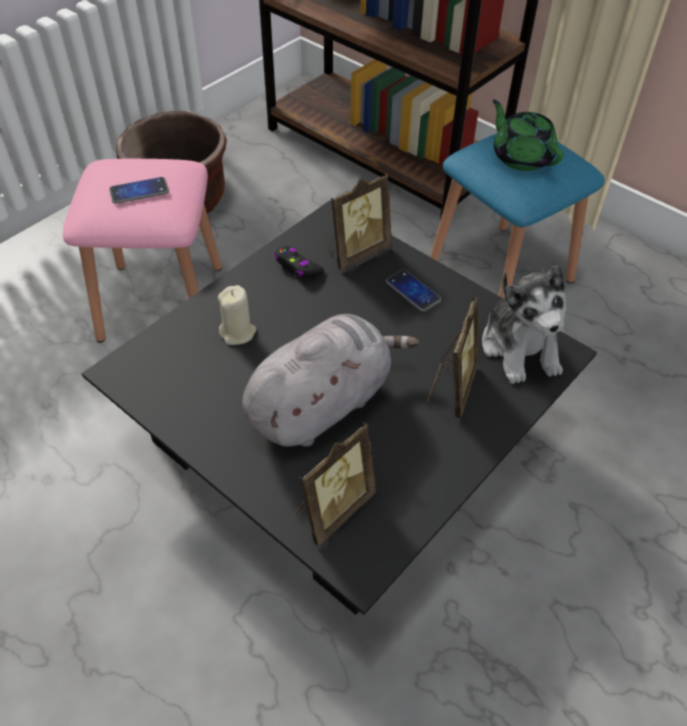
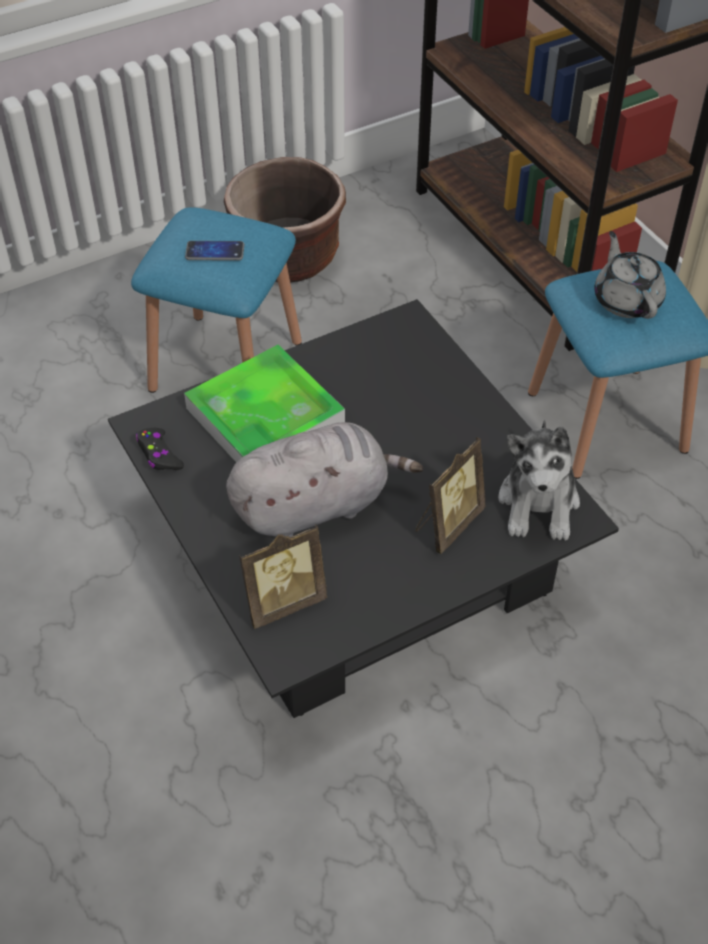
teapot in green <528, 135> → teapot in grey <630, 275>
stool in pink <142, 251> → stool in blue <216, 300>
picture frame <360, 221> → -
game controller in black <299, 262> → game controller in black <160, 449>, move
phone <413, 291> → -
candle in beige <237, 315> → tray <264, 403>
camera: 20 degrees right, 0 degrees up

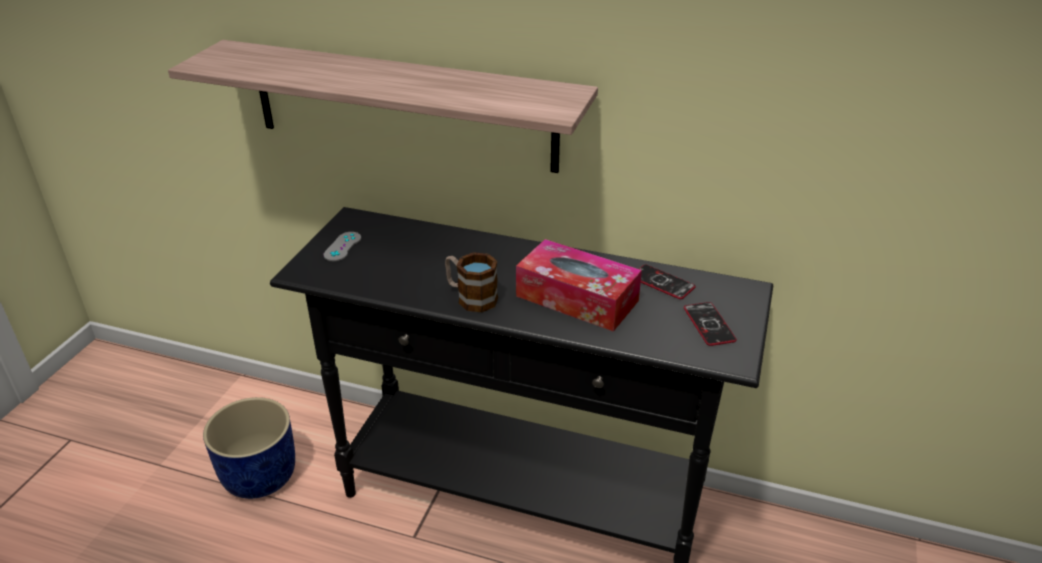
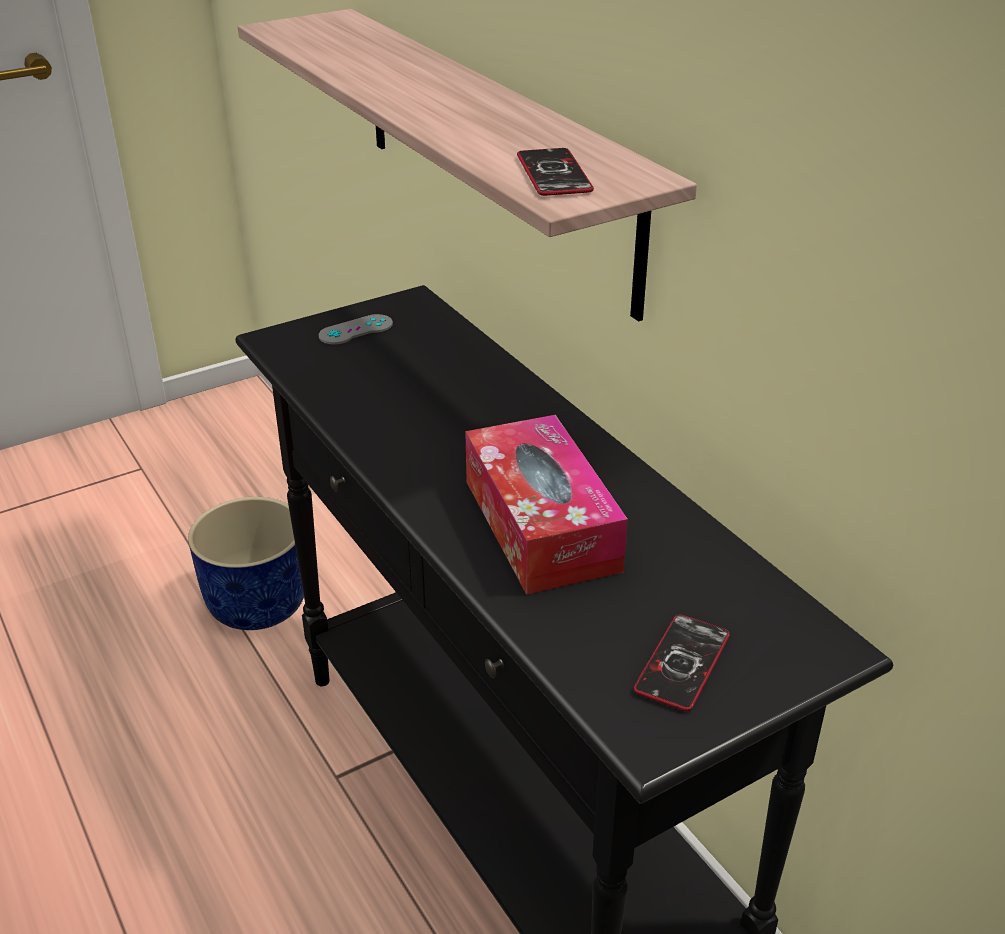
mug <471, 282> → -
phone <667, 282> → phone <555, 172>, move
camera: 40 degrees right, 0 degrees up

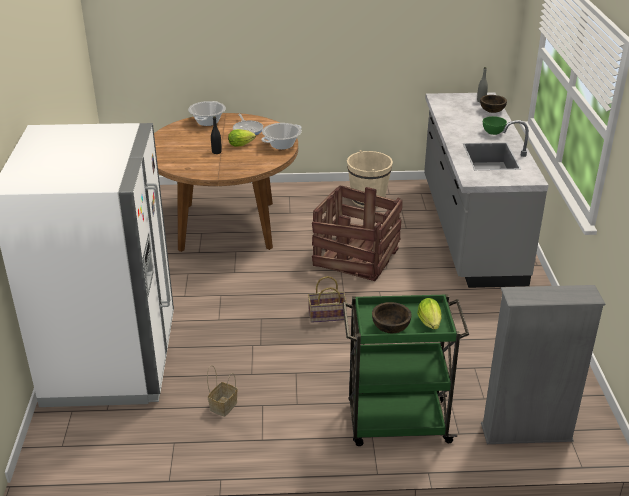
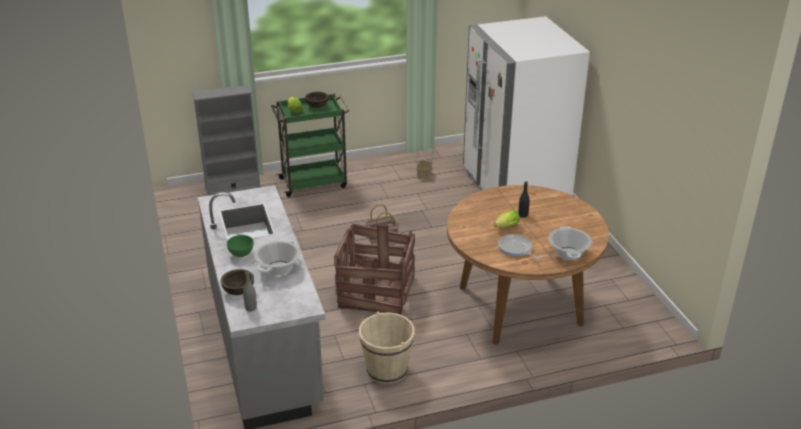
cooking pot <282, 136> → cooking pot <277, 257>, move
camera: 165 degrees right, 0 degrees up

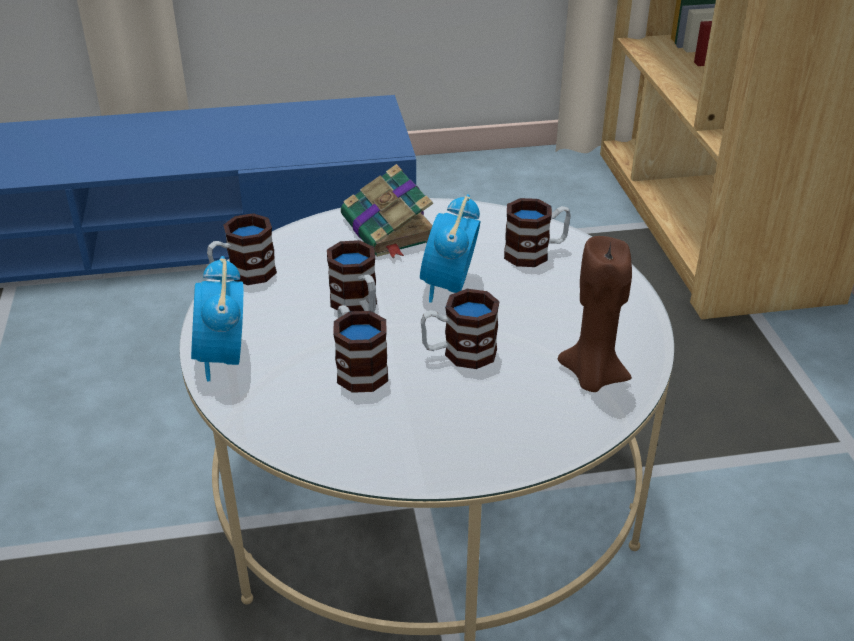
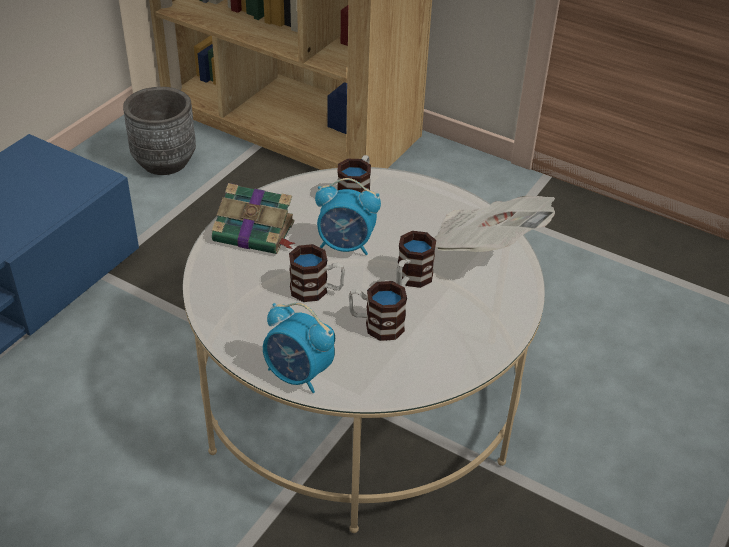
alarm clock <450, 248> → alarm clock <348, 216>, 45 degrees counterclockwise
mug <242, 249> → -
candle in brown <595, 314> → newspaper <494, 224>
- → planter in grey <159, 131>
camera: 50 degrees left, 5 degrees up

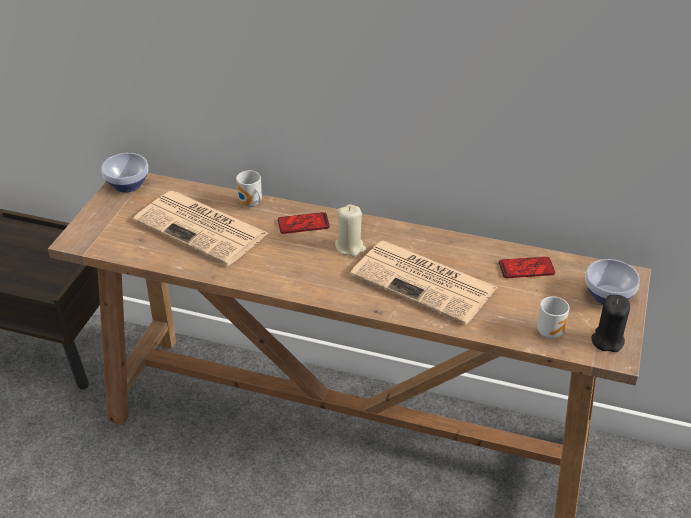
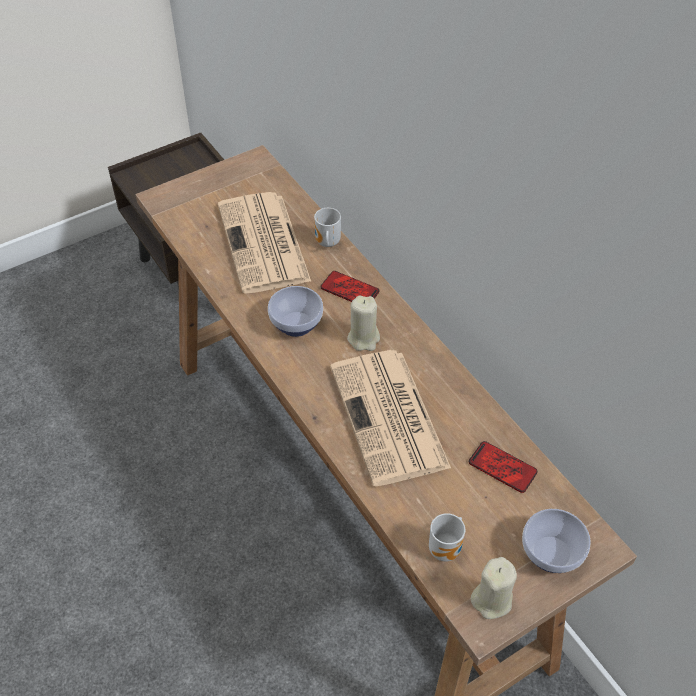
bowl <124, 173> → bowl <295, 311>, move
candle in black <611, 323> → candle in beige <494, 588>
camera: 40 degrees right, 10 degrees up

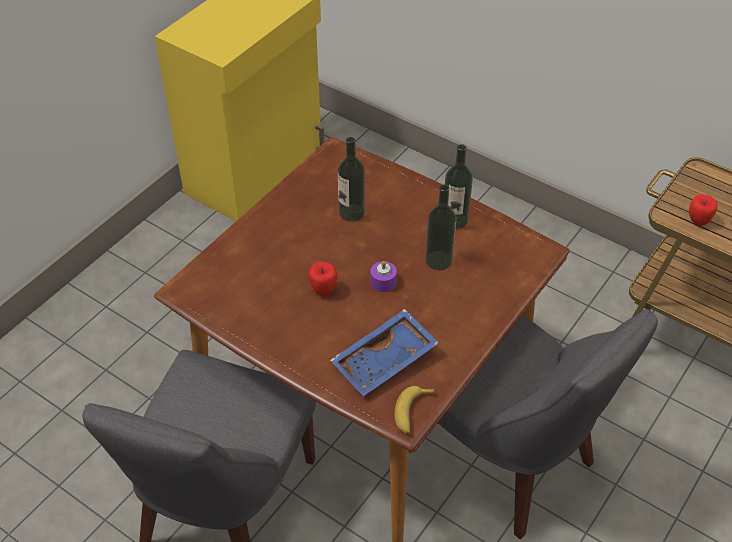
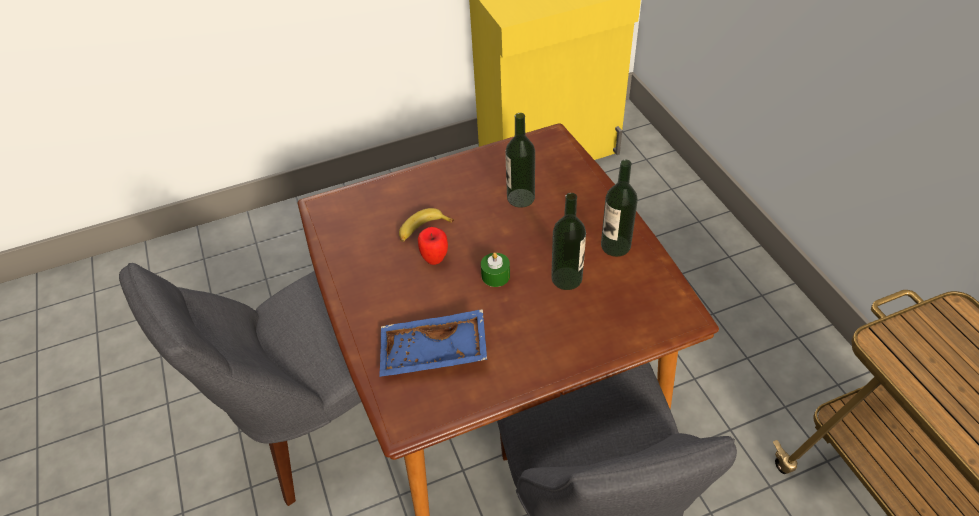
apple <703, 210> → -
candle in purple <384, 276> → candle in green <495, 269>
banana <415, 410> → banana <426, 225>, move
camera: 35 degrees right, 0 degrees up

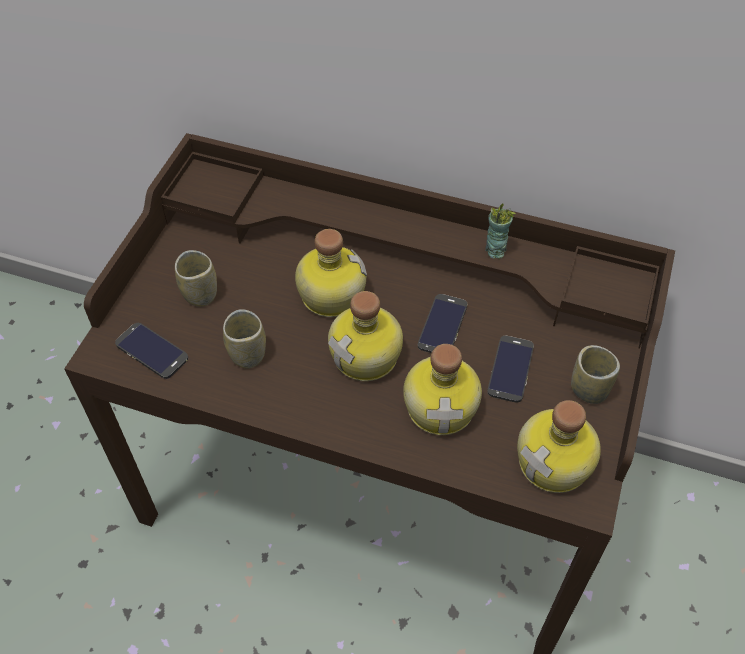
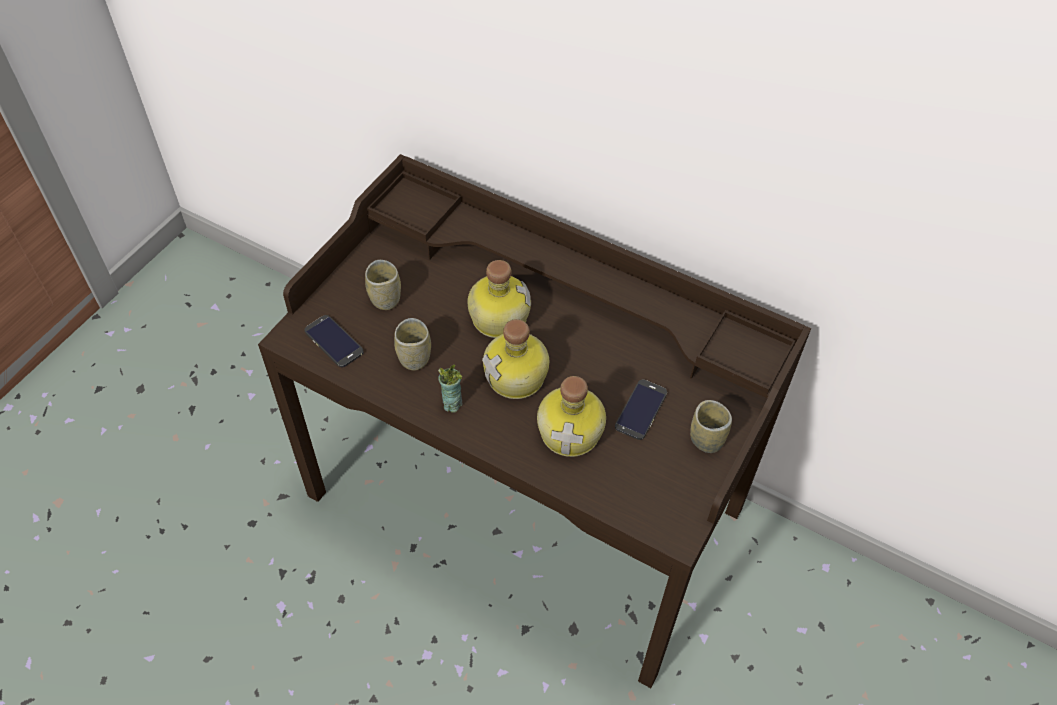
cup <500, 231> → cup <450, 388>, move
phone <442, 323> → -
bottle <559, 446> → -
camera: 10 degrees right, 0 degrees up

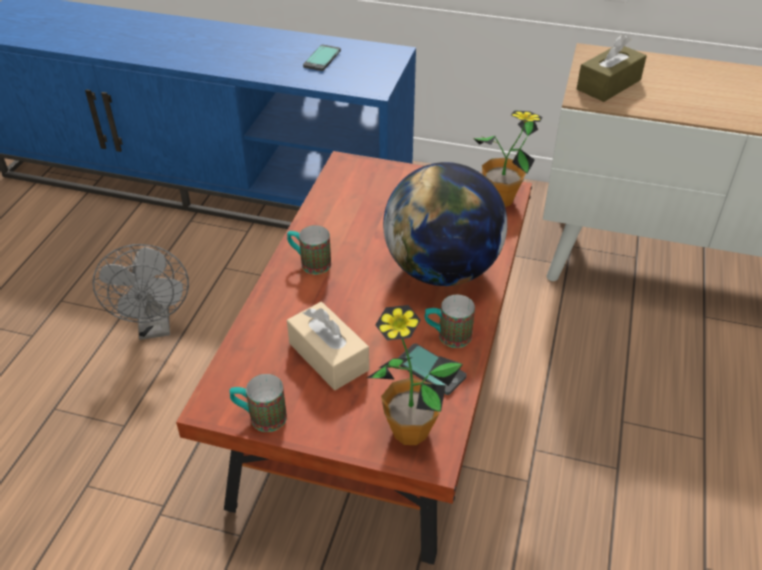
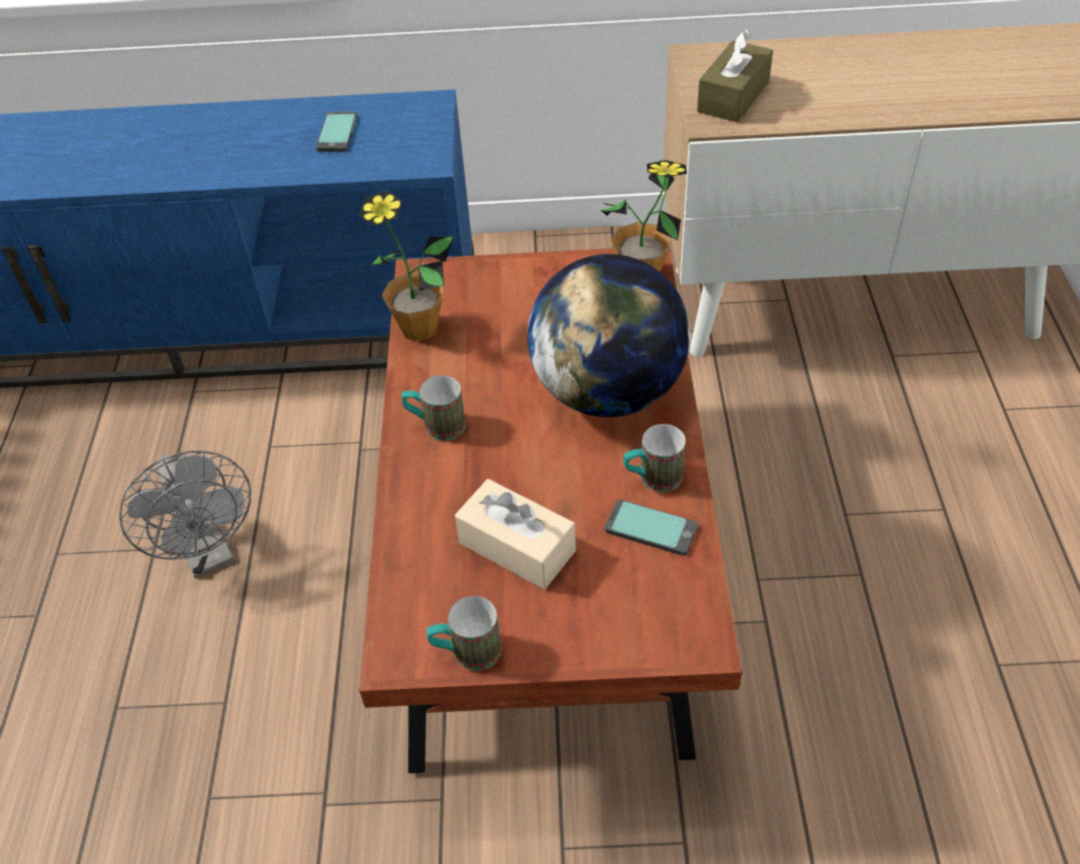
potted plant <415, 375> → potted plant <406, 265>, move
camera: 15 degrees left, 5 degrees up

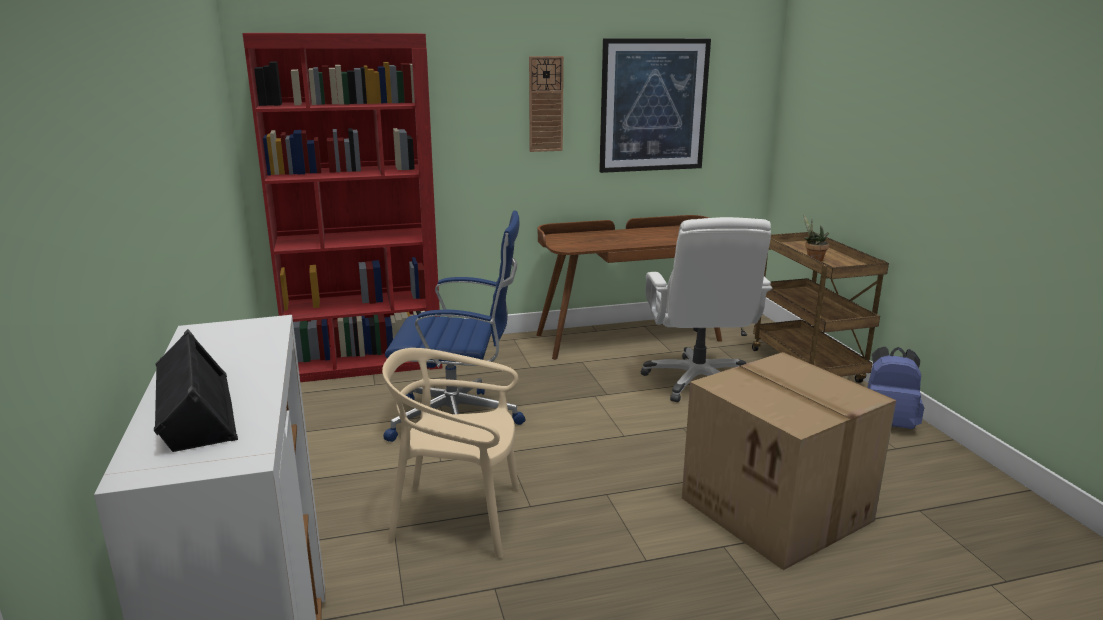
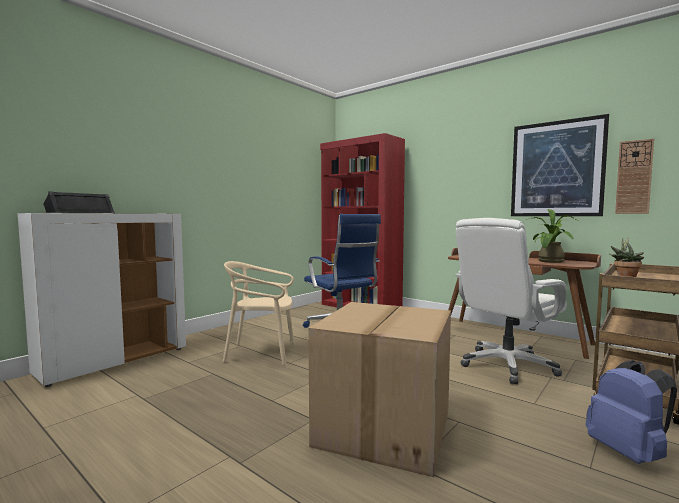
wall clock <546, 104> → wall clock <634, 176>, move
chair in beige <451, 453> → chair in beige <258, 313>, 60 degrees counterclockwise
- → potted plant <552, 236>
camera: 55 degrees right, 15 degrees down

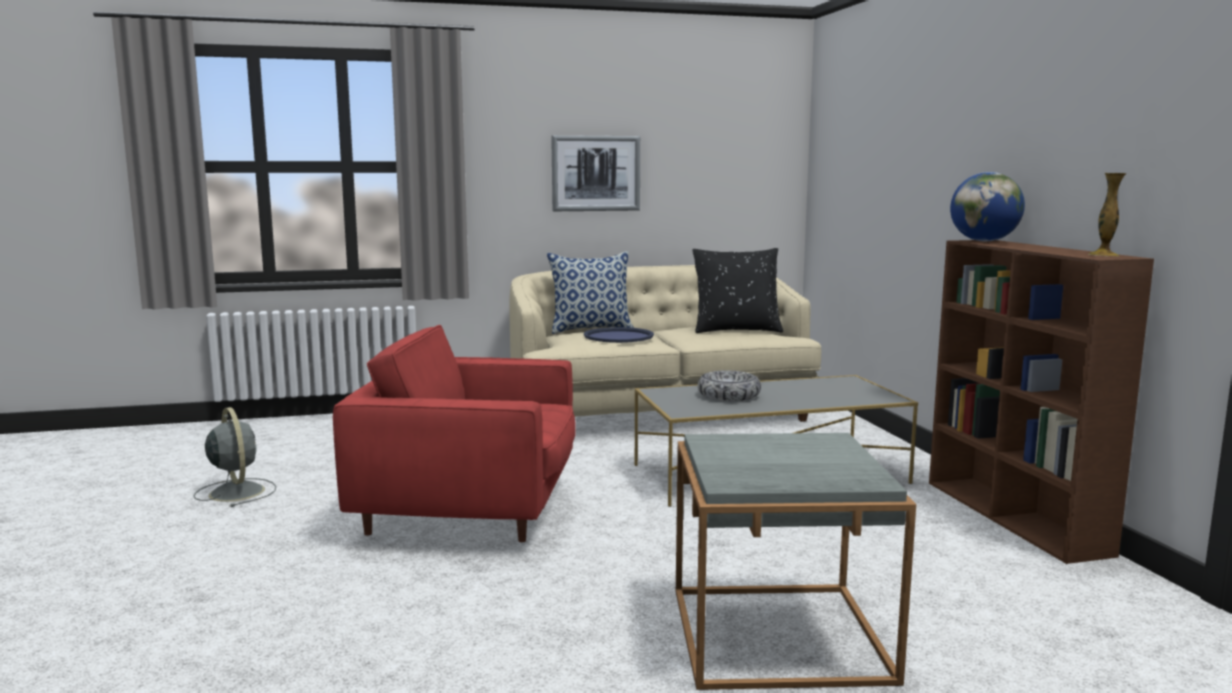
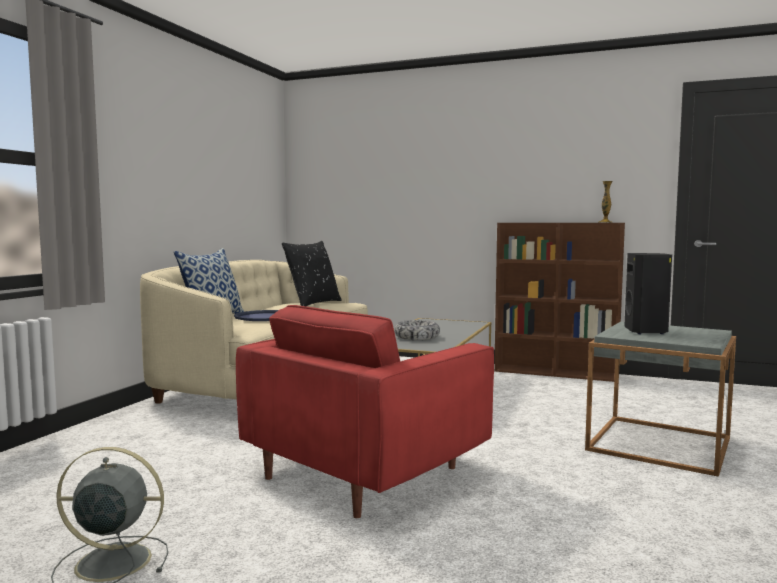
picture <595, 173> → -
globe <987, 206> → -
- → speaker in black <648, 293>
camera: 55 degrees left, 5 degrees down

